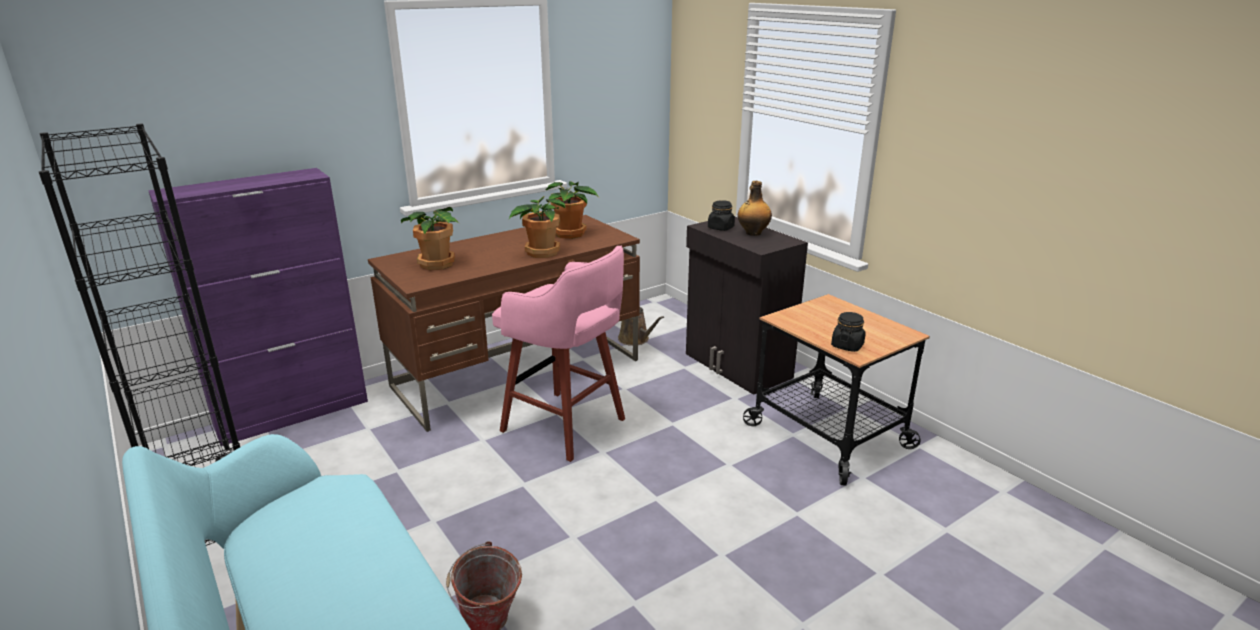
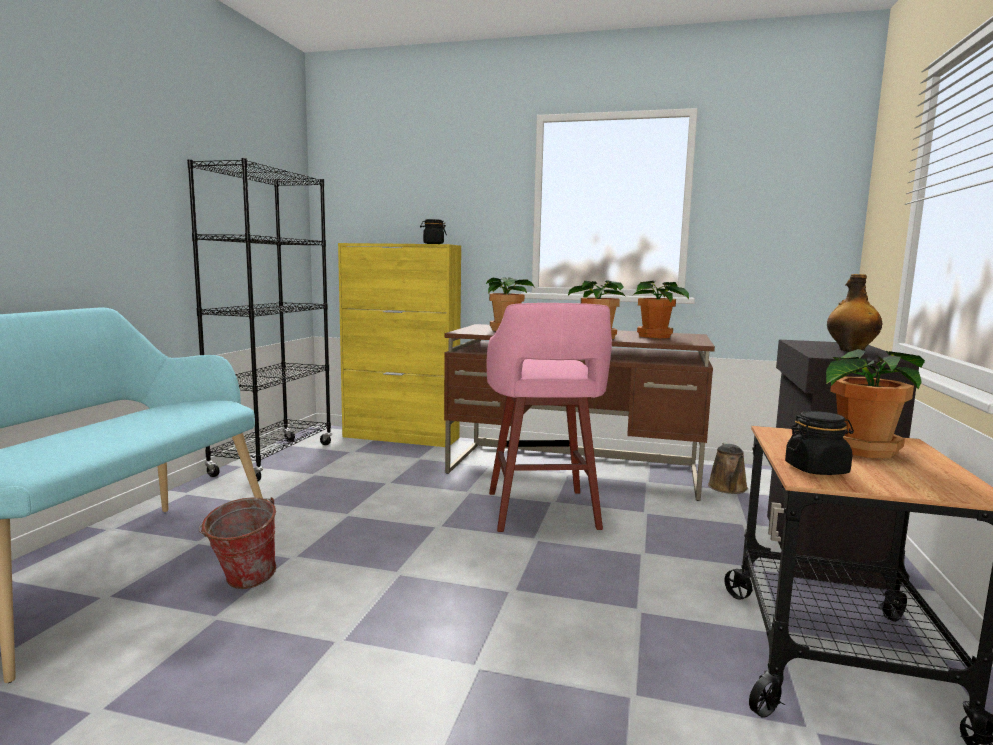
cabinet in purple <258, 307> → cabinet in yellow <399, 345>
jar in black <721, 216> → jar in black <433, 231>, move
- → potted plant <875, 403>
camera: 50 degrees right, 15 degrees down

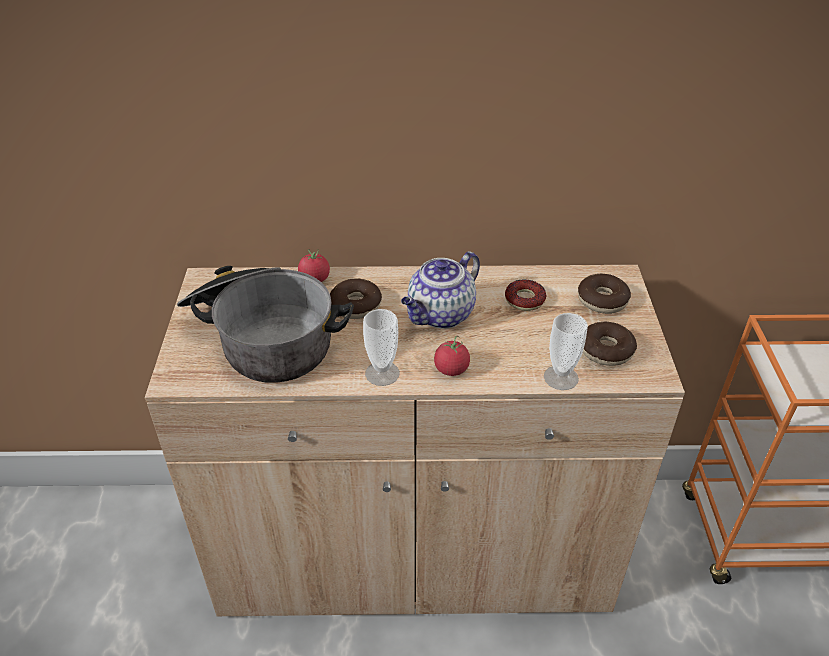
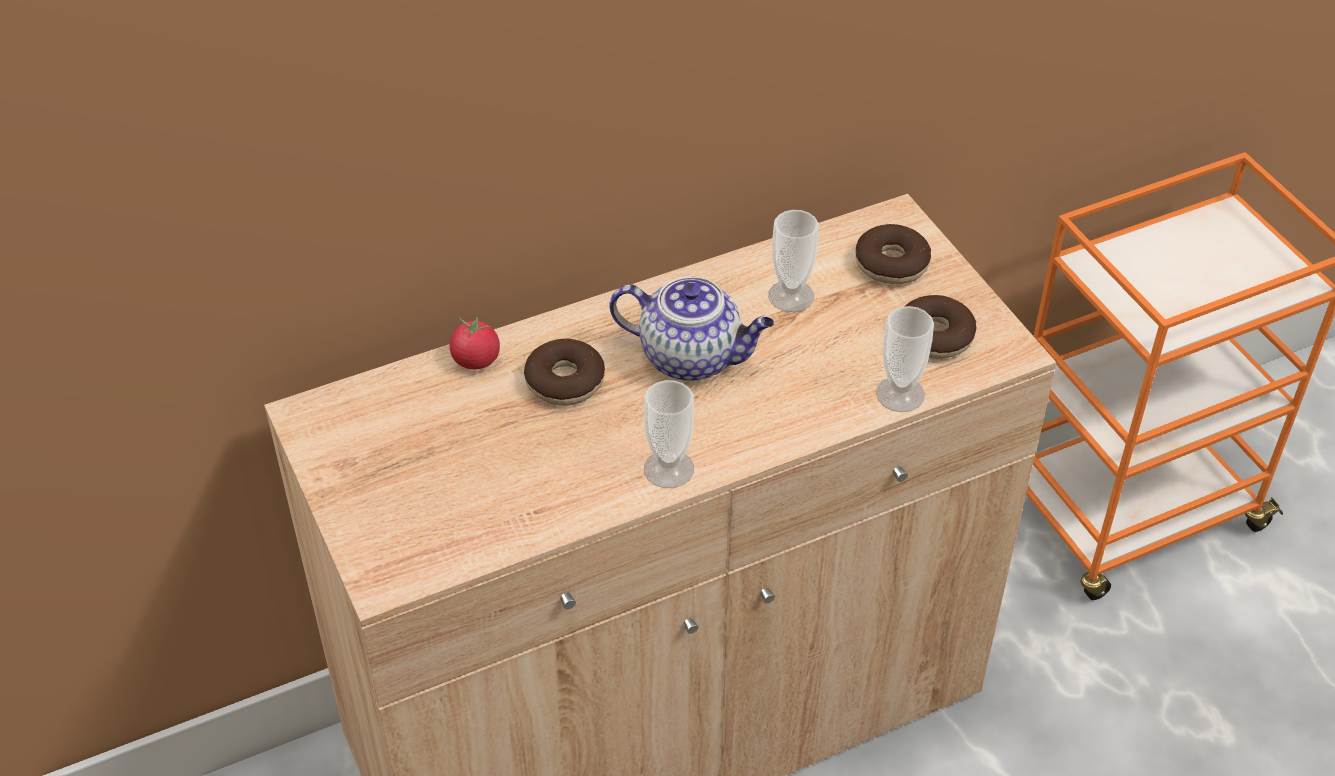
teapot <440, 290> → teapot <691, 329>, 90 degrees counterclockwise
cooking pot <265, 324> → -
donut <525, 295> → cup <793, 261>
tomato <452, 356> → -
camera: 25 degrees left, 5 degrees up

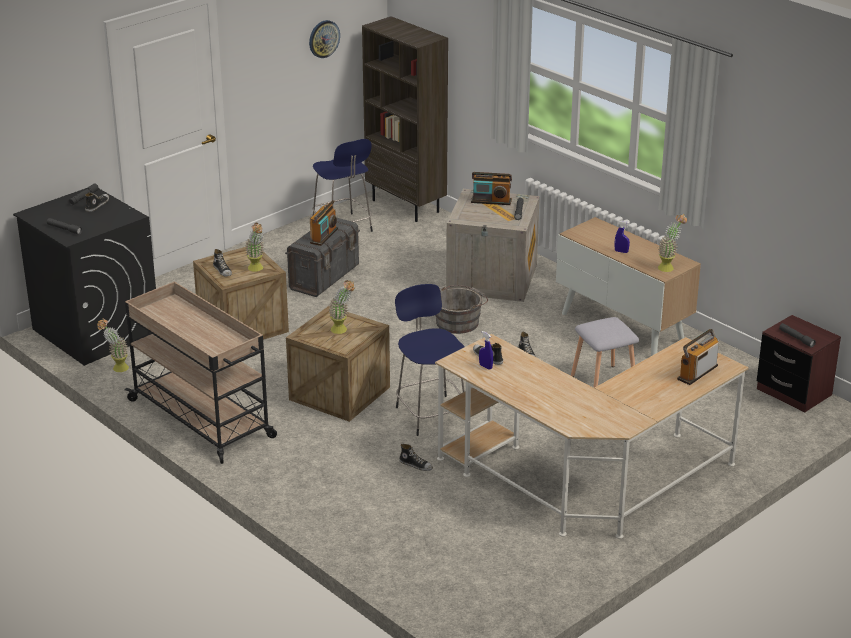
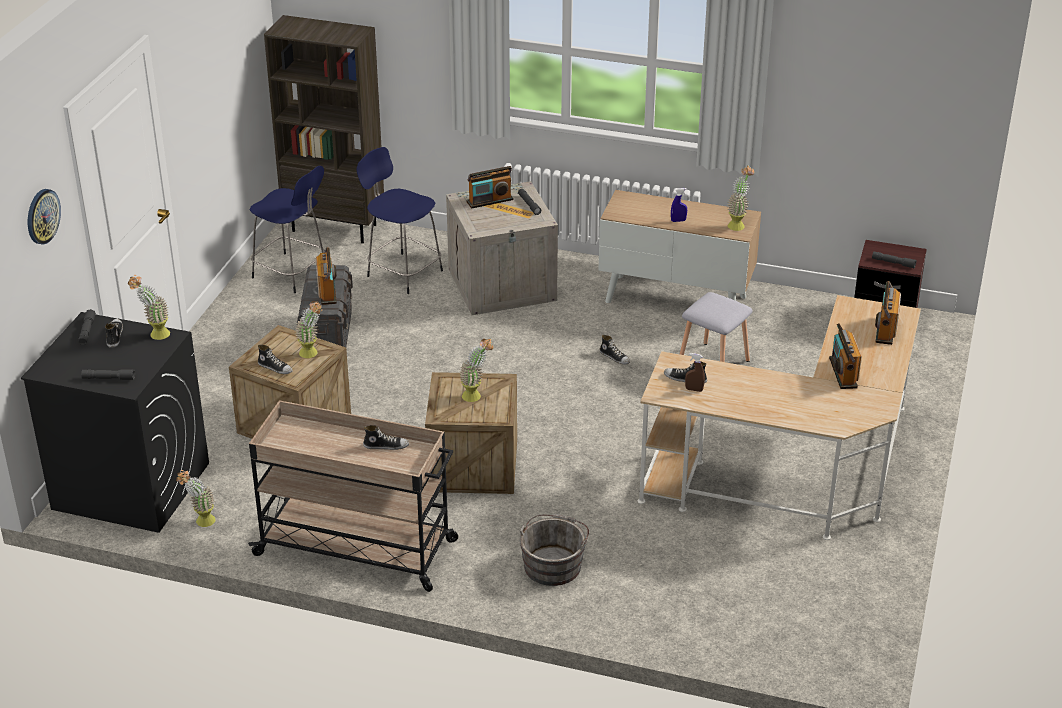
wall clock <324, 39> → wall clock <44, 217>, move
stool in blue <430, 360> → stool in blue <400, 220>, move
bucket in grey <461, 309> → bucket in grey <554, 550>, move
spray bottle in blue <486, 350> → spray bottle in brown <695, 372>
shoe <416, 457> → shoe <386, 437>, move
- → potted plant <149, 307>
- → radio <845, 356>
camera: 30 degrees left, 5 degrees up

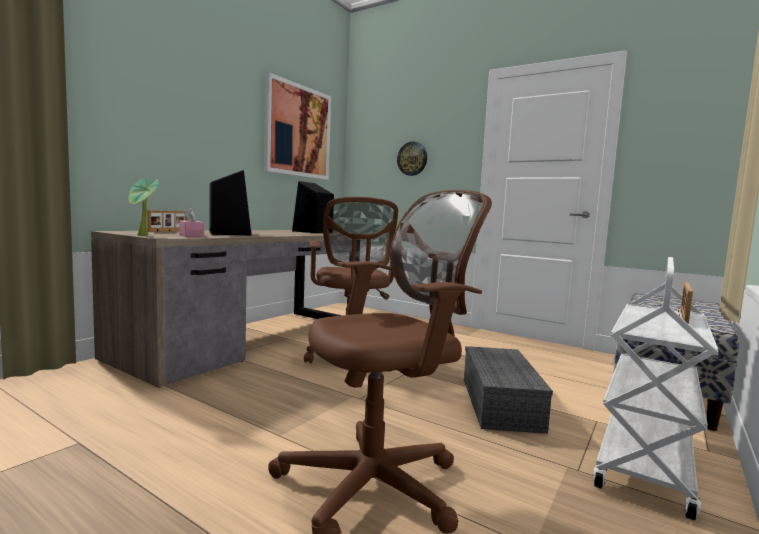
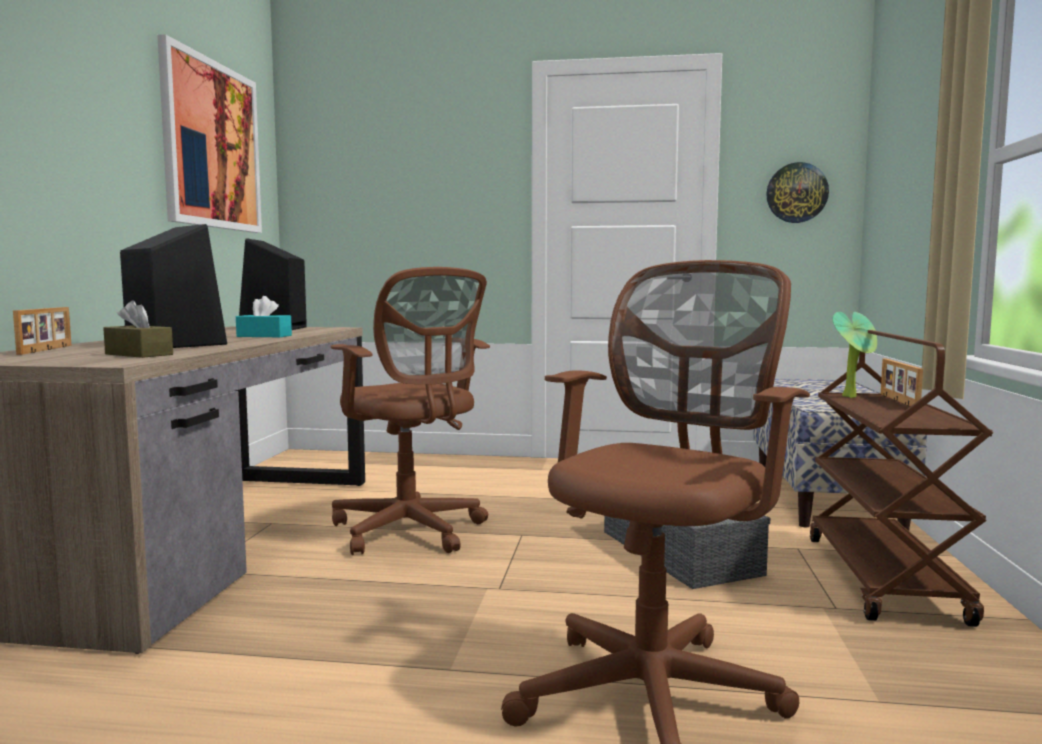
wall clock <412, 159> → wall clock <797, 192>, move
potted plant <143, 207> → potted plant <855, 355>, move
tissue box in pink <191, 222> → tissue box in brown <138, 329>
cart in white <656, 388> → cart in brown <901, 478>
- → tissue box in turquoise <264, 316>
camera: 25 degrees left, 0 degrees up

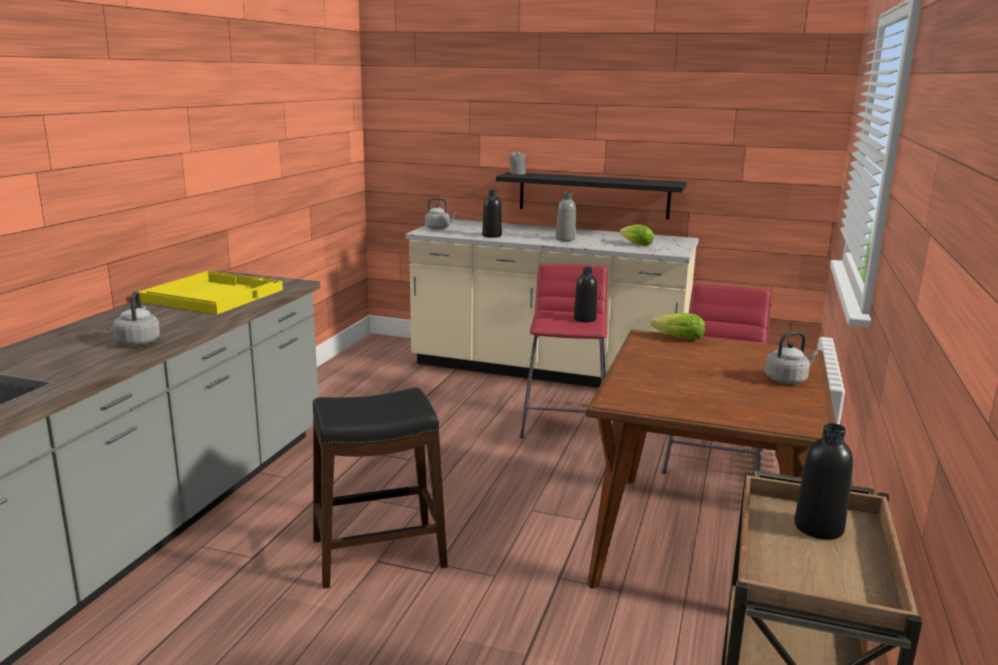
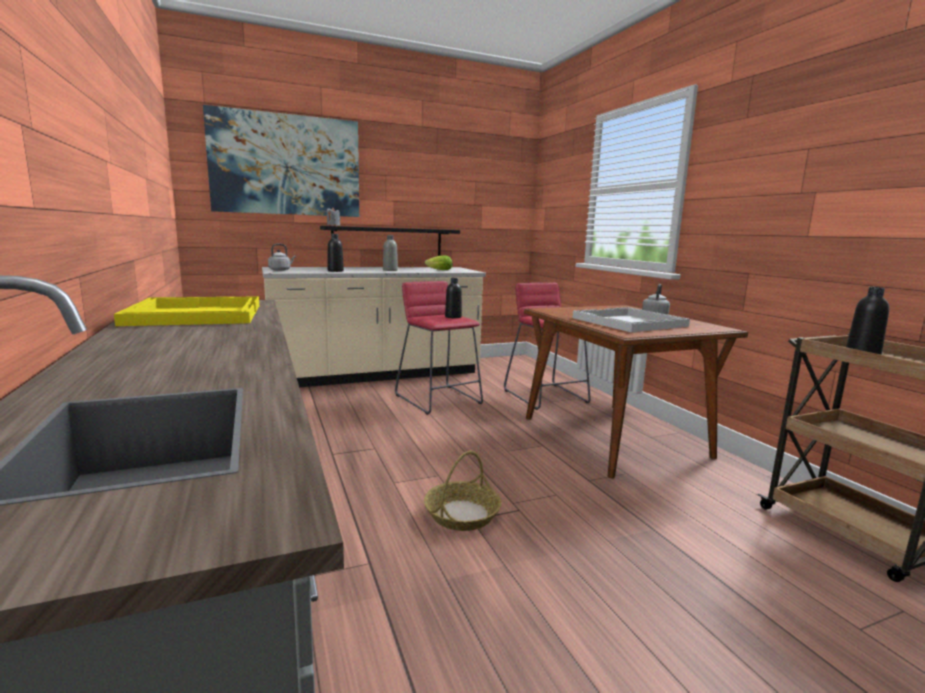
kettle in grey <136, 318> → -
lettuce <677, 326> → -
stool in black <380, 488> → basket <463, 491>
- → picture <281, 161>
- → tray in white <631, 319>
camera: 40 degrees left, 5 degrees down

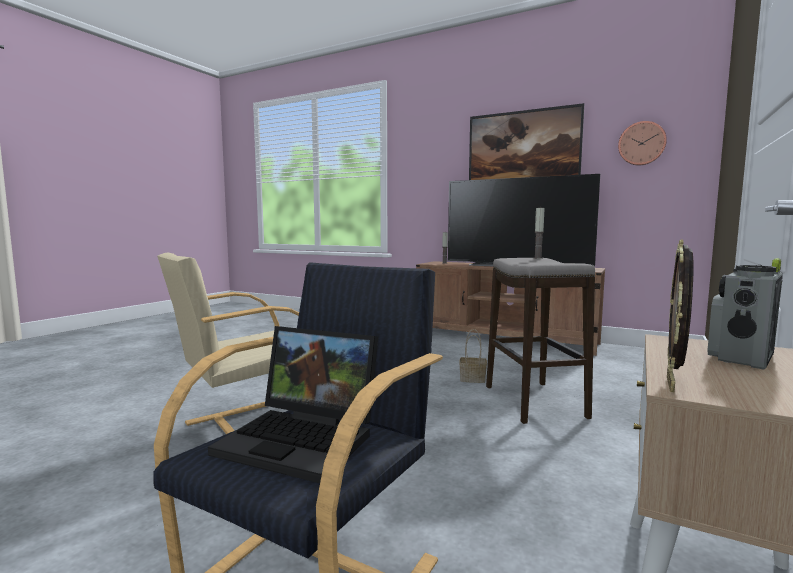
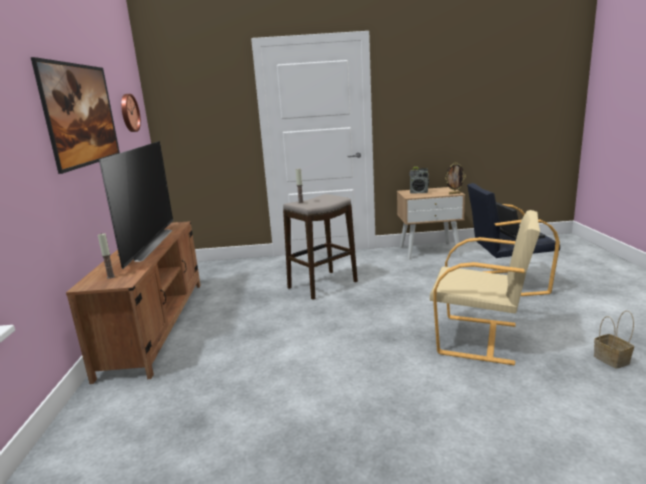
basket <473, 356> → basket <614, 340>, move
camera: 120 degrees left, 10 degrees up

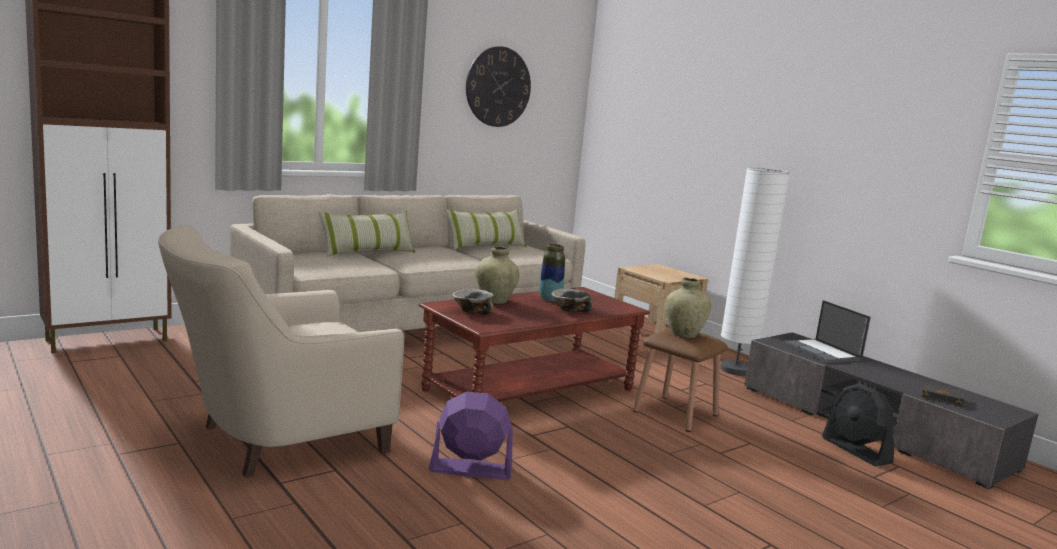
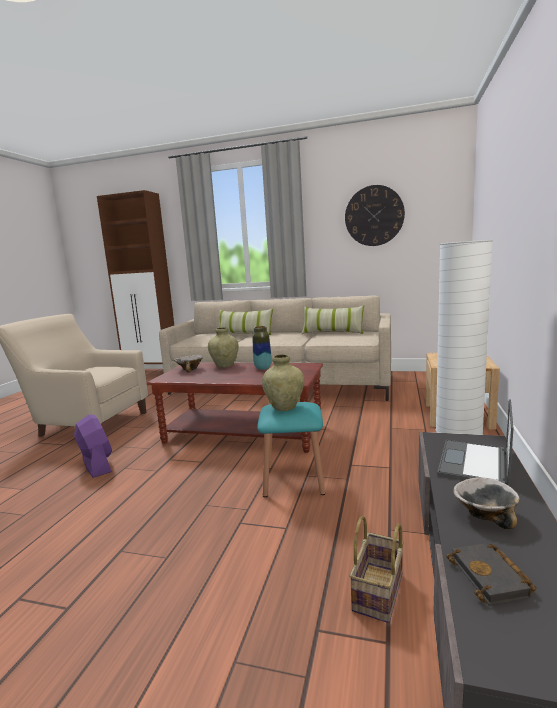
bowl <572, 300> → bowl <486, 503>, move
stool in brown <680, 380> → stool in turquoise <291, 449>
fan in black <858, 424> → basket <376, 569>
camera: 55 degrees right, 0 degrees up

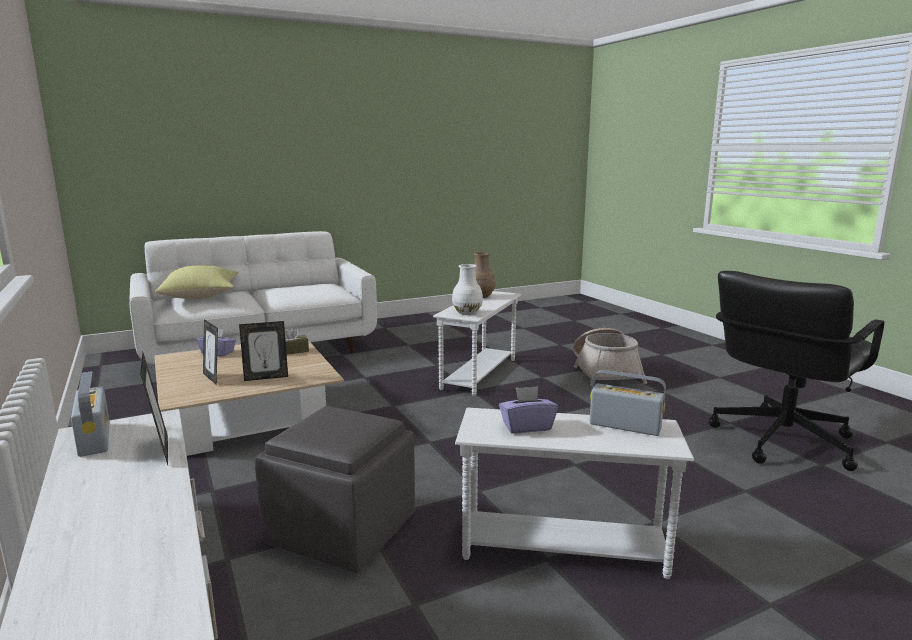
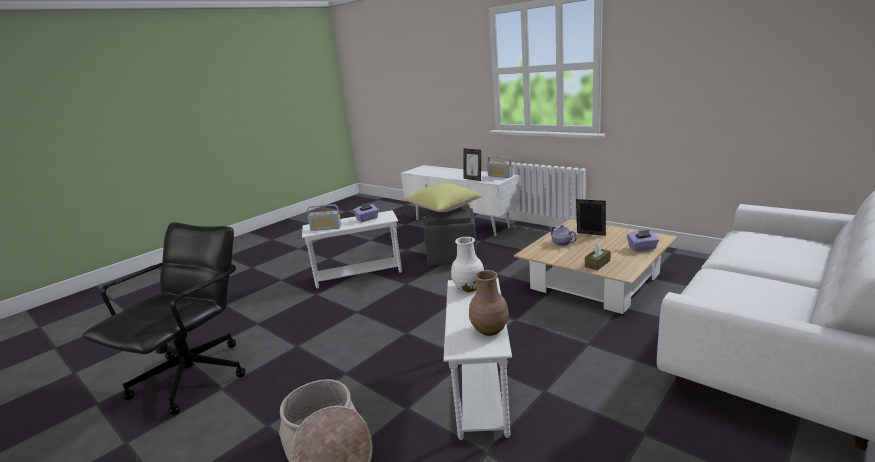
pillow in yellow <196, 282> → pillow in yellow <442, 197>, move
picture frame <263, 351> → teapot <562, 235>
camera: 160 degrees right, 5 degrees up

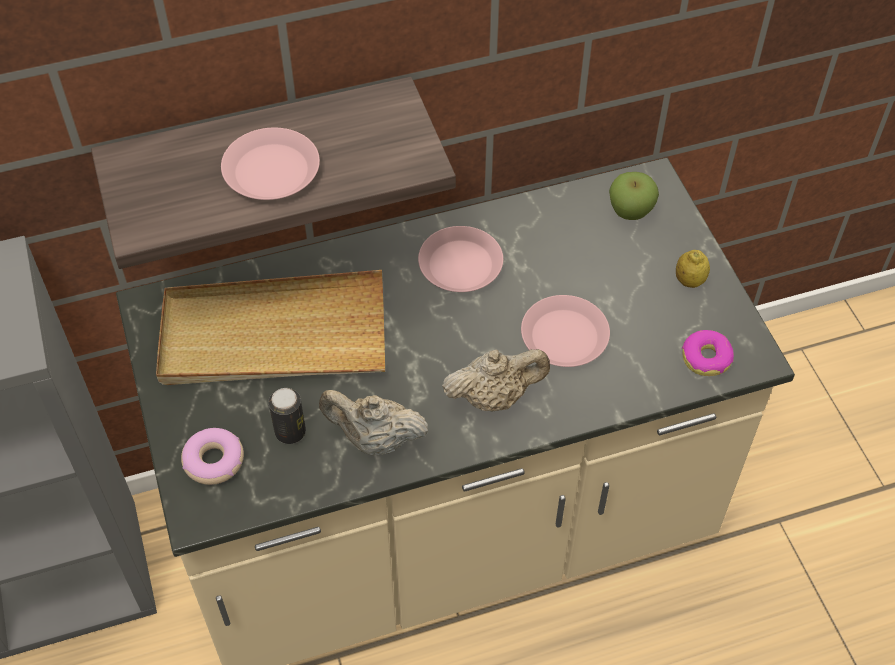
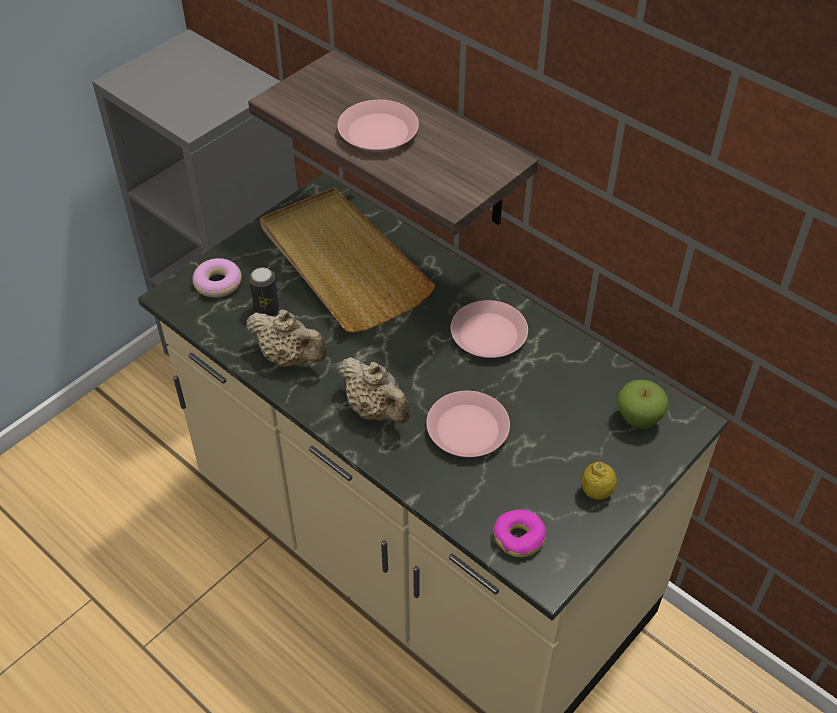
teapot in beige <373, 423> → teapot in beige <287, 338>, 135 degrees clockwise
camera: 60 degrees right, 5 degrees down

